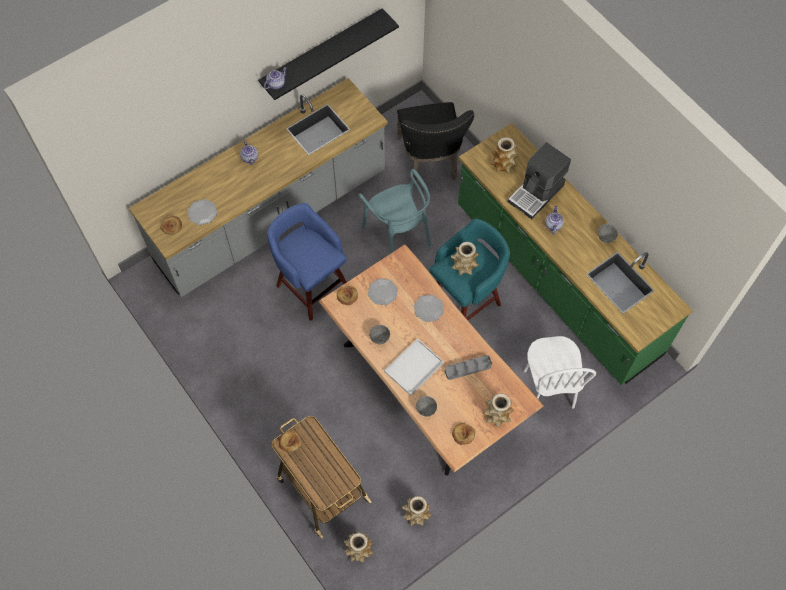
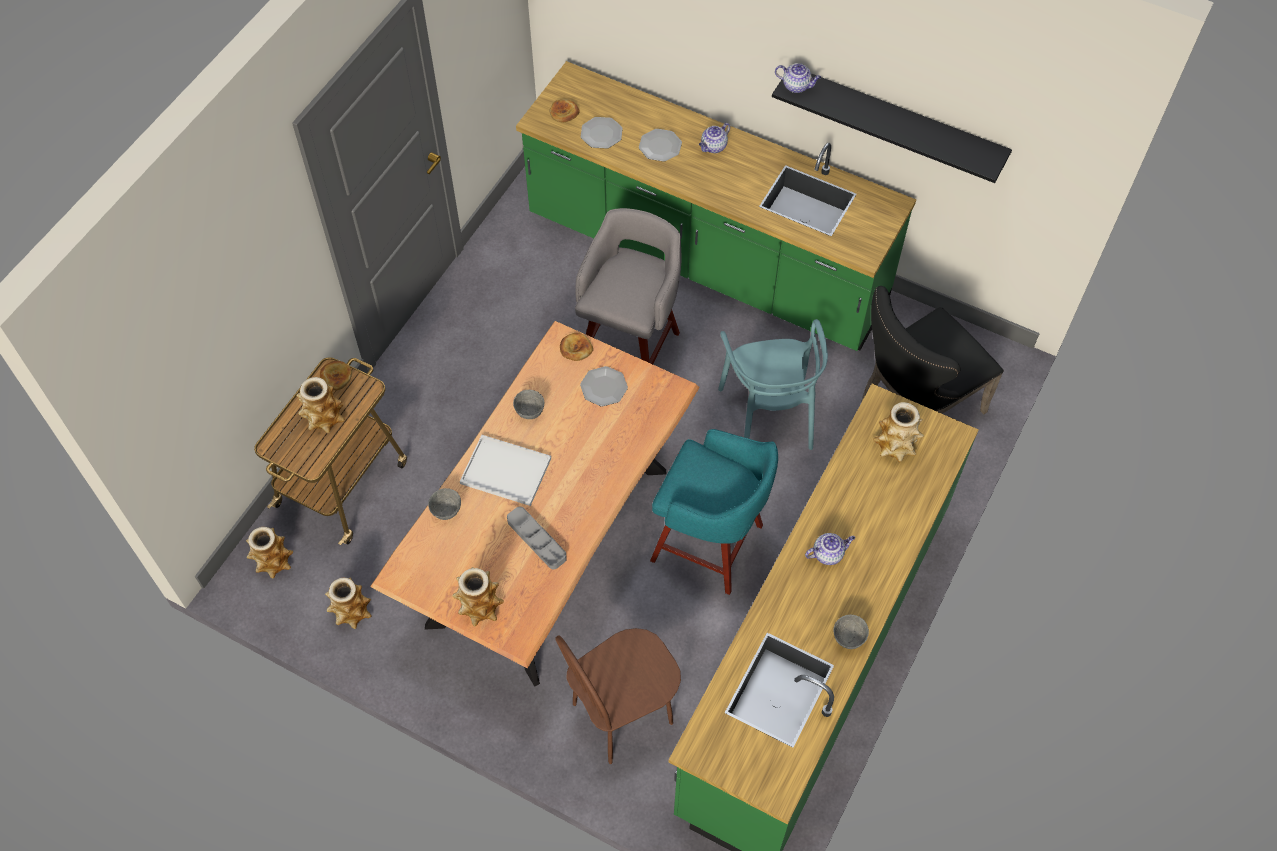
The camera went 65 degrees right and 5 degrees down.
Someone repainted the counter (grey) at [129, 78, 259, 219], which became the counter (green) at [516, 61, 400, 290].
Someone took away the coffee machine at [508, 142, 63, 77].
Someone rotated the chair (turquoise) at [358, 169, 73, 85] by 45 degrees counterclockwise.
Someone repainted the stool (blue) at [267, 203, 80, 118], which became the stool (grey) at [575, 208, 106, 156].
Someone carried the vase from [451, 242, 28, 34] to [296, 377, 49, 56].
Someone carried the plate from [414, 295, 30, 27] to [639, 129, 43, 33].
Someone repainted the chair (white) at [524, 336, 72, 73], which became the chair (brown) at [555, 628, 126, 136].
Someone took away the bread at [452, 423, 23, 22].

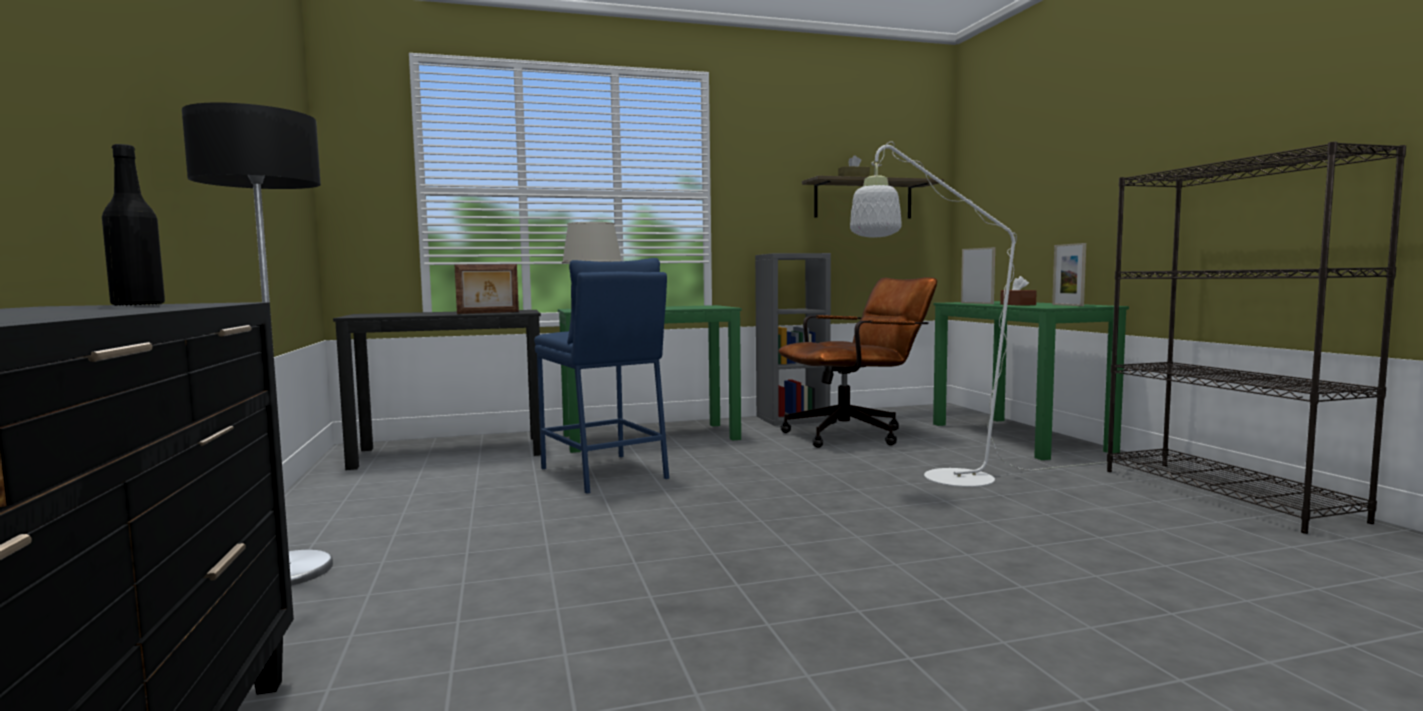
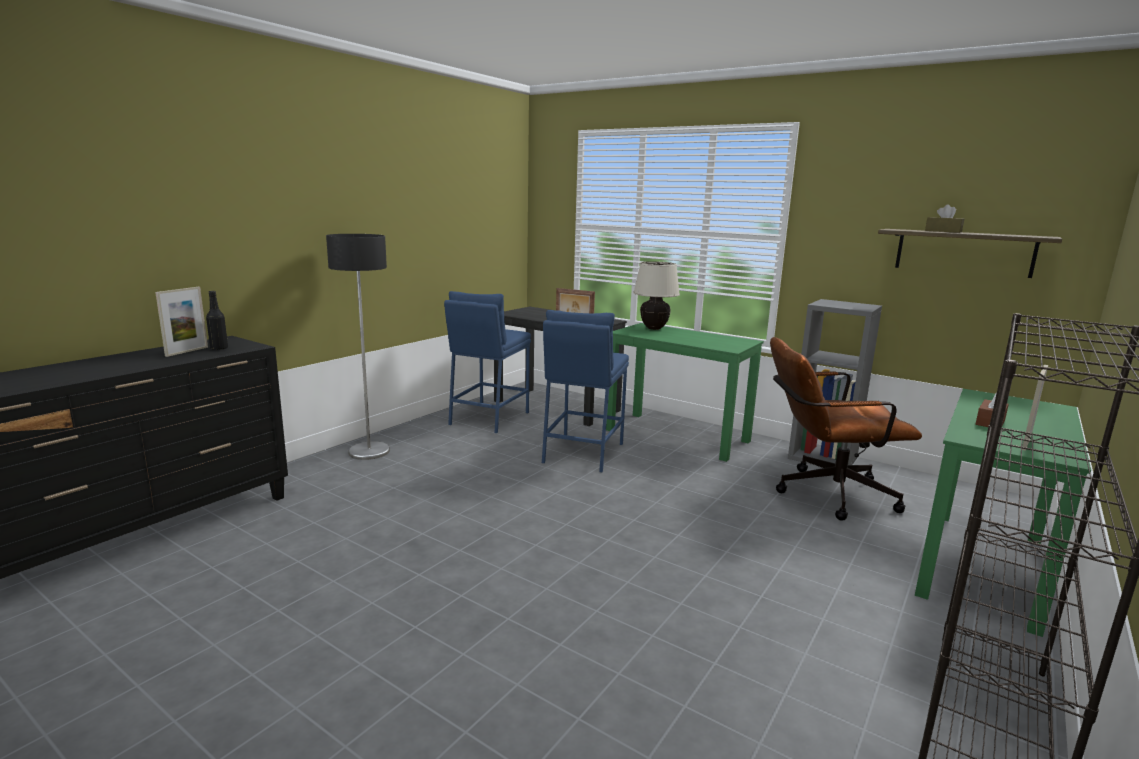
The camera went 50 degrees right and 10 degrees up.
Someone took away the floor lamp (white) at [850, 141, 257, 346].
Someone carried the picture frame from [961, 247, 34, 57] to [155, 287, 53, 70].
Someone rotated the office chair (brown) at [778, 277, 159, 171] by 150 degrees clockwise.
Someone put down the stool (blue) at [444, 291, 87, 142].

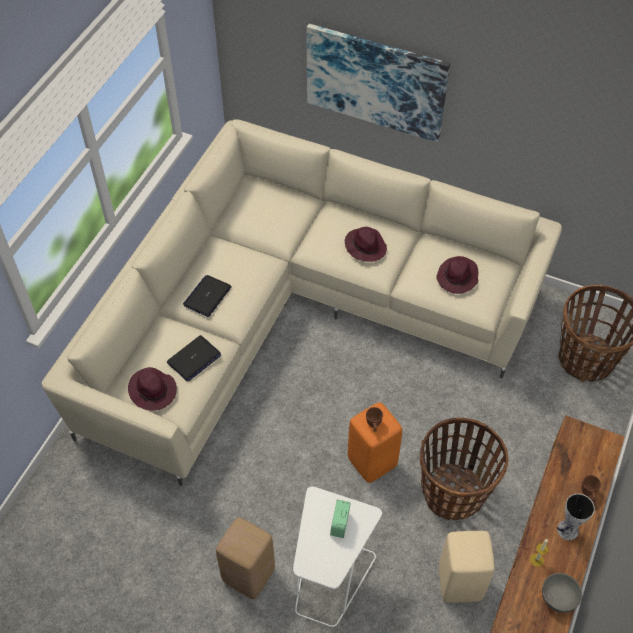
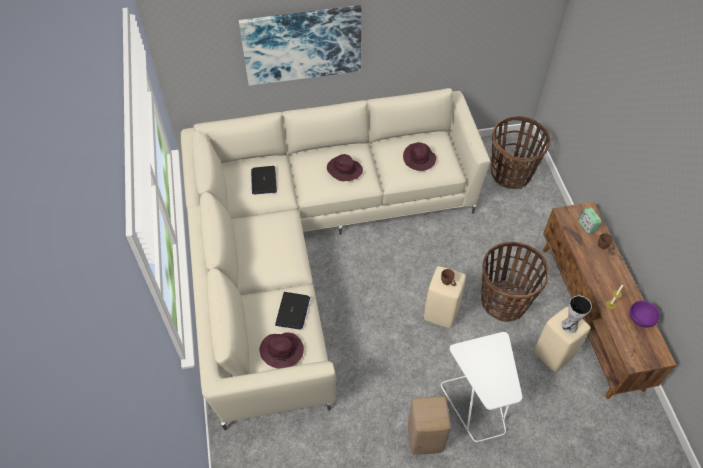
The camera went 35 degrees left and 0 degrees up.
Someone carried the laptop from [183, 275, 49, 42] to [251, 166, 26, 29].
Someone repainted the stool (orange) at [348, 402, 54, 81], which became the stool (beige) at [424, 266, 42, 62].
Someone carried the vase from [557, 494, 38, 47] to [562, 296, 30, 37].
Someone carried the alarm clock from [330, 500, 21, 38] to [578, 207, 24, 27].
Someone repainted the bowl (grey) at [542, 573, 40, 40], which became the bowl (purple) at [630, 301, 30, 27].

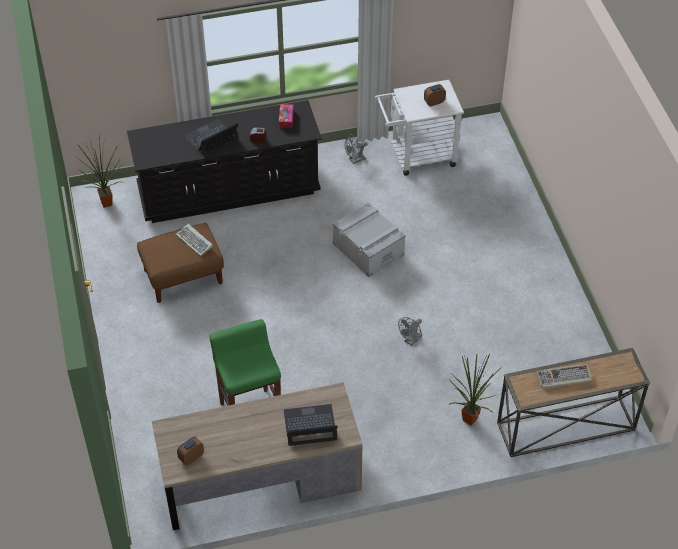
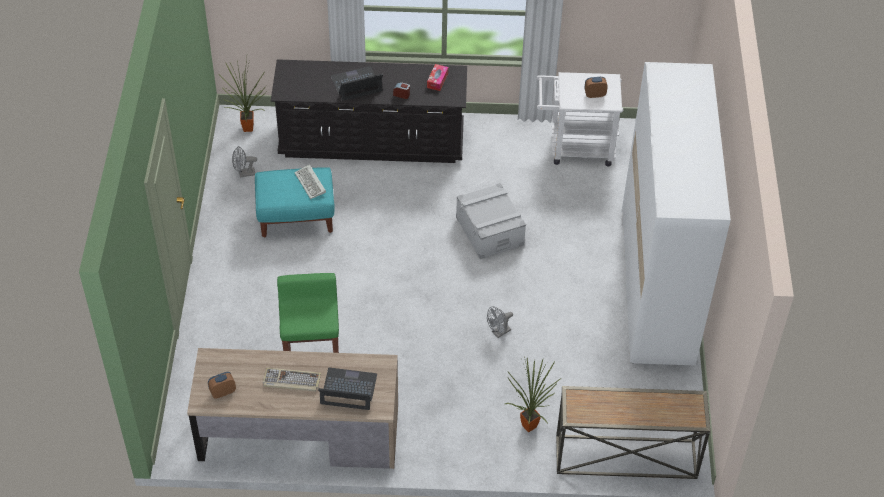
The camera went 15 degrees right and 0 degrees up.
Someone carried the fan (grey) from [345, 134, 23, 30] to [232, 146, 25, 31].
Someone repainted the ottoman (brown) at [137, 223, 87, 80], which became the ottoman (turquoise) at [255, 167, 80, 70].
Someone carried the keyboard from [536, 364, 56, 25] to [263, 368, 58, 24].
Someone put down the wardrobe (white) at [622, 62, 109, 304].

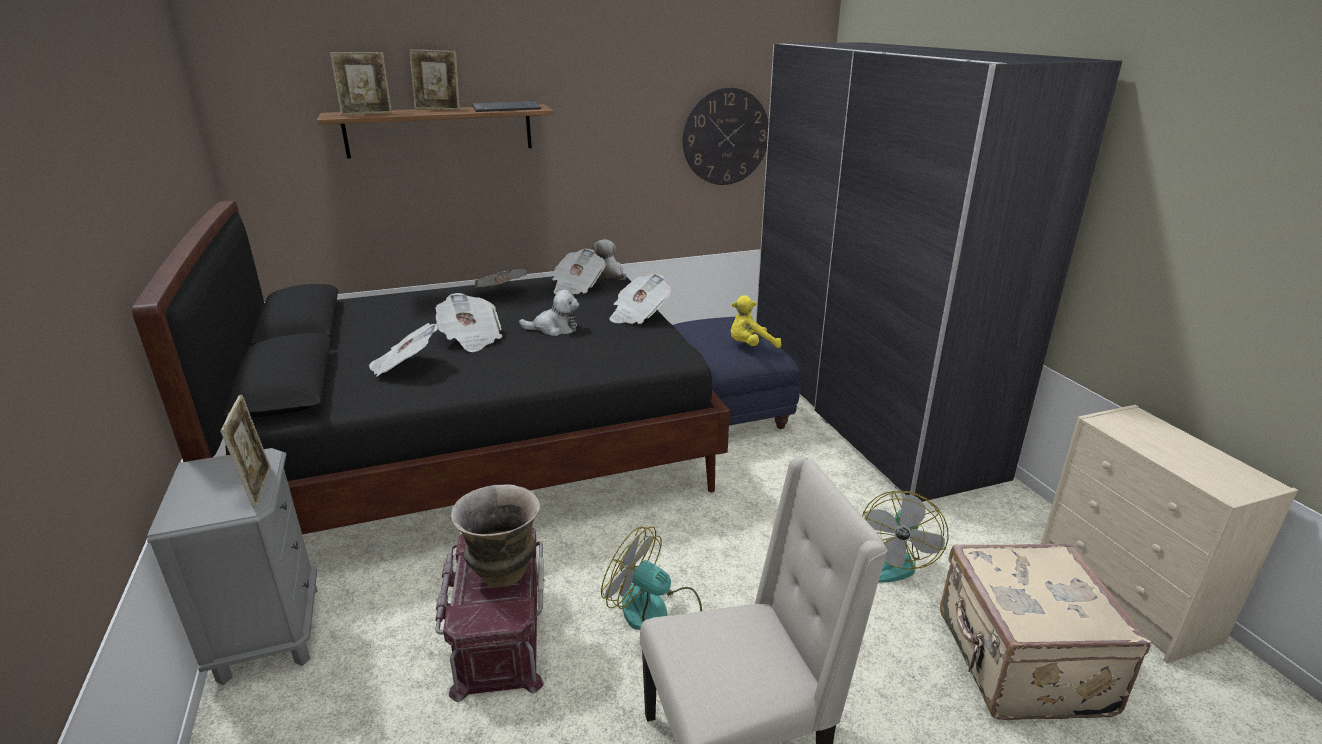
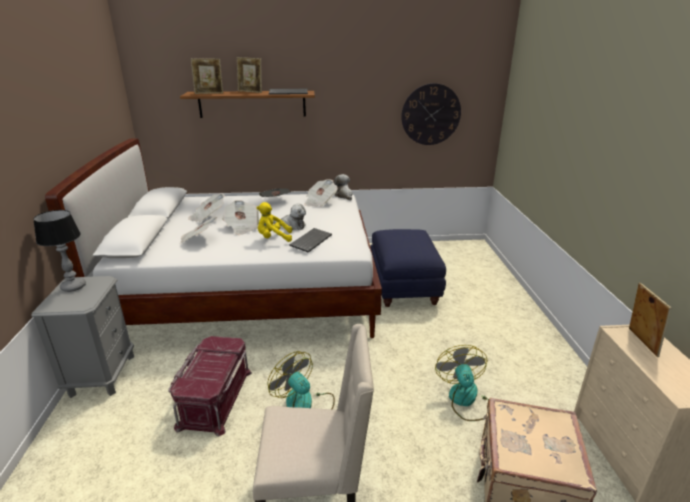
The camera went 15 degrees right and 0 degrees up.
Someone took away the wardrobe (grey) at [756, 42, 366, 460].
Someone repainted the bed (black) at [132, 201, 598, 333], which became the bed (white) at [45, 139, 337, 199].
Someone carried the newspaper from [609, 274, 62, 50] to [188, 194, 37, 28].
Someone carried the plush toy (yellow) from [731, 295, 50, 53] to [256, 202, 36, 40].
Someone carried the picture frame from [220, 394, 51, 114] to [629, 283, 42, 74].
Someone took away the vase at [451, 484, 89, 104].
Someone rotated the fan at [862, 491, 87, 91] by 135 degrees clockwise.
Someone put down the table lamp at [33, 210, 53, 82].
Someone put down the keyboard at [290, 228, 42, 25].

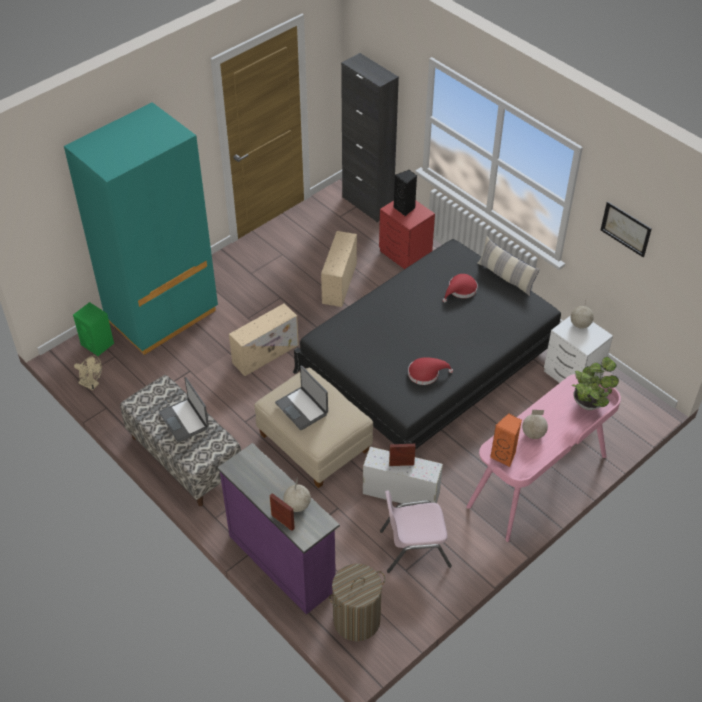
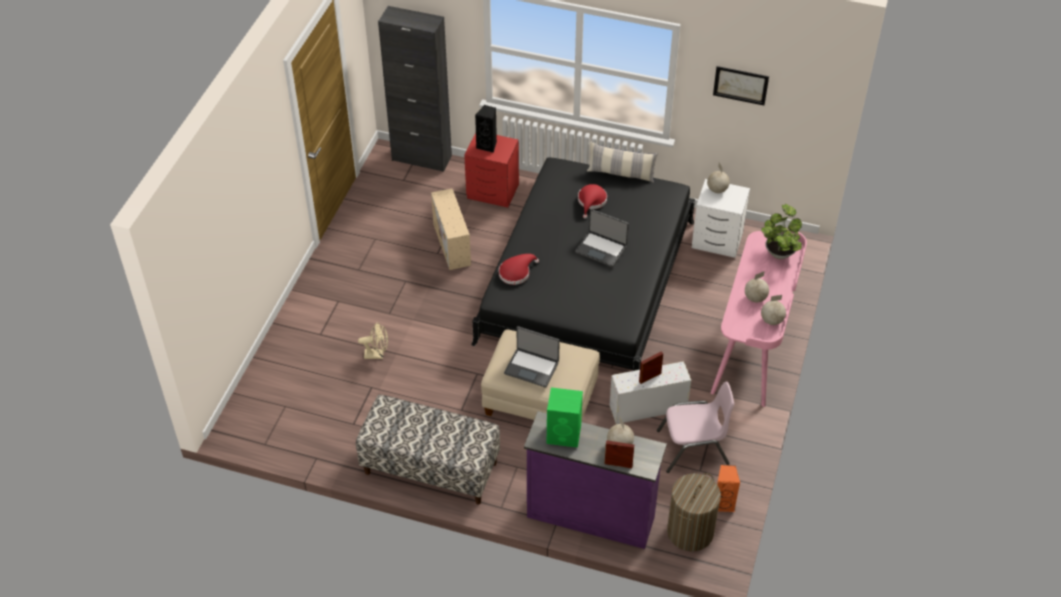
The camera went 30 degrees left and 0 degrees up.
Someone took away the wardrobe (turquoise) at [64, 102, 154, 253].
Someone carried the speaker (green) from [73, 302, 41, 54] to [547, 387, 36, 61].
Someone took away the storage box (beige) at [229, 303, 70, 73].
Someone carried the fan (beige) from [74, 356, 28, 34] to [358, 322, 30, 37].
Someone carried the hat (red) from [408, 357, 45, 28] to [499, 254, 40, 31].
Someone carried the laptop from [159, 377, 50, 65] to [575, 209, 54, 58].
Someone carried the speaker (orange) from [490, 413, 32, 54] to [717, 465, 23, 47].
Someone rotated the chair (pink) at [380, 490, 72, 83] by 150 degrees counterclockwise.
Someone put down the globe at [761, 295, 25, 30].

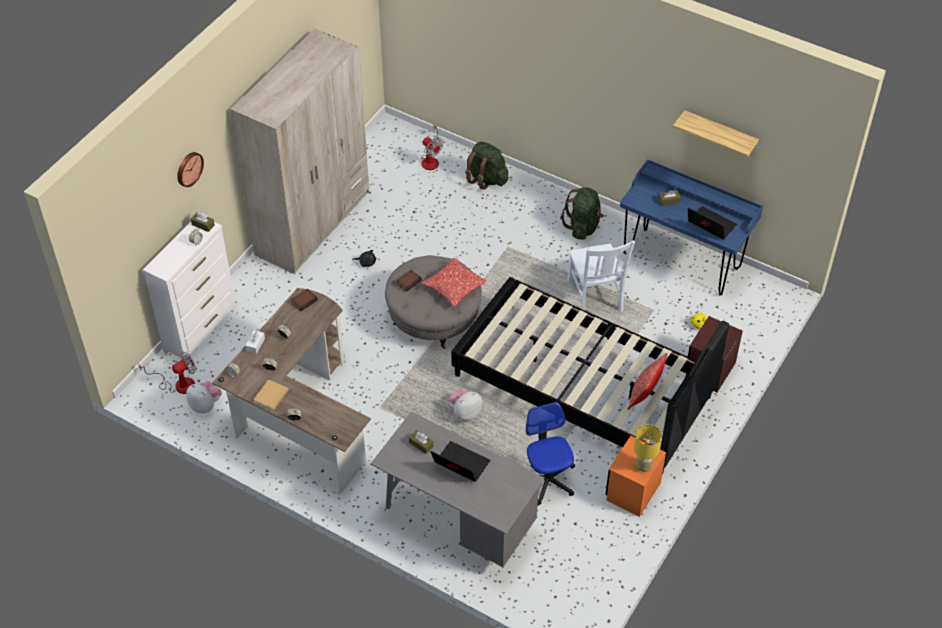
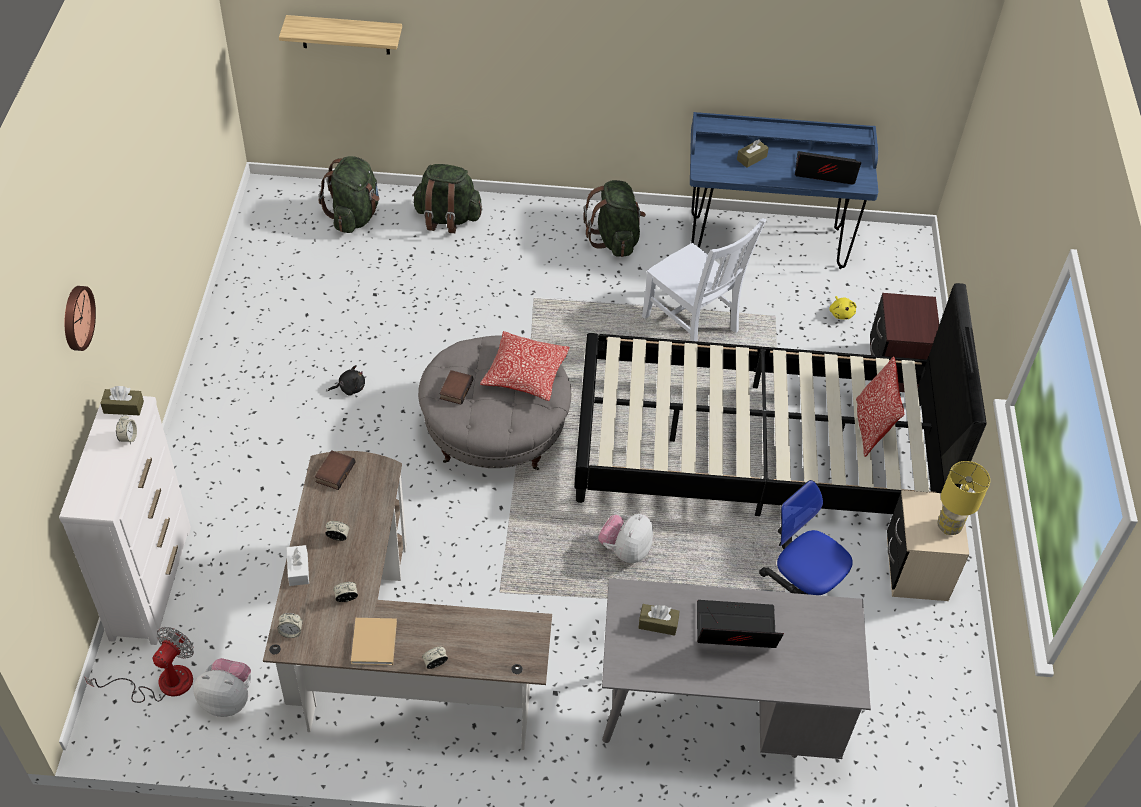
The camera went 30 degrees left and 0 degrees up.
Someone took away the wardrobe (beige) at [230, 28, 139, 246].
Someone carried the shelf from [673, 110, 86, 47] to [279, 15, 123, 40].
Someone swapped the fan at [421, 123, 22, 47] for the backpack (green) at [318, 156, 62, 77].
Someone repainted the nightstand (orange) at [605, 436, 61, 81], which became the nightstand (beige) at [887, 490, 82, 111].

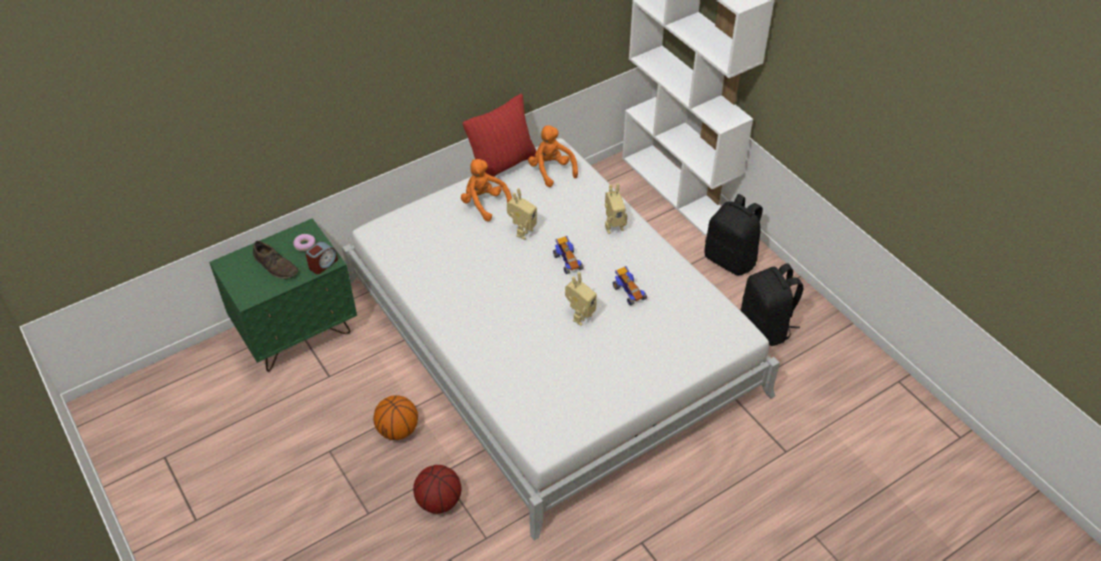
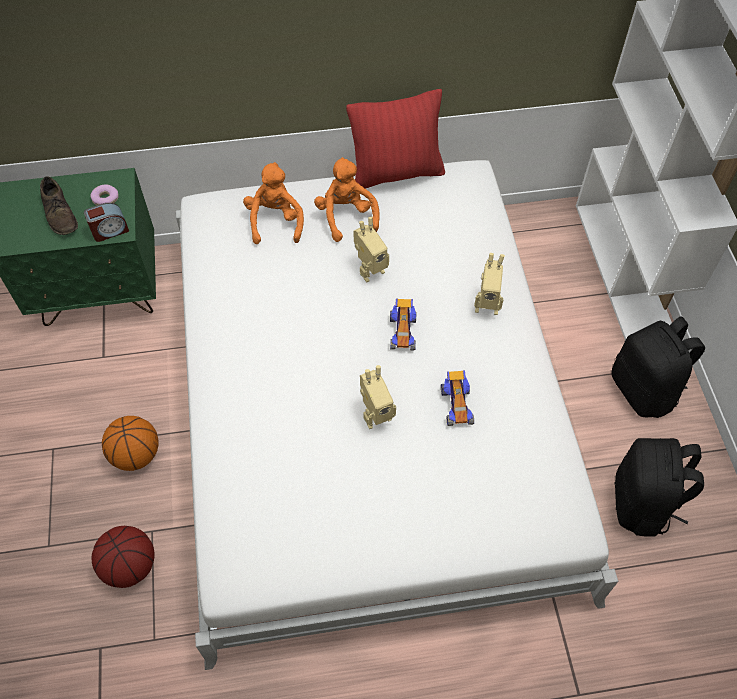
The camera went 25 degrees right and 10 degrees up.
Someone carried the plush toy (orange) from [528, 125, 50, 62] to [243, 162, 61, 82].

